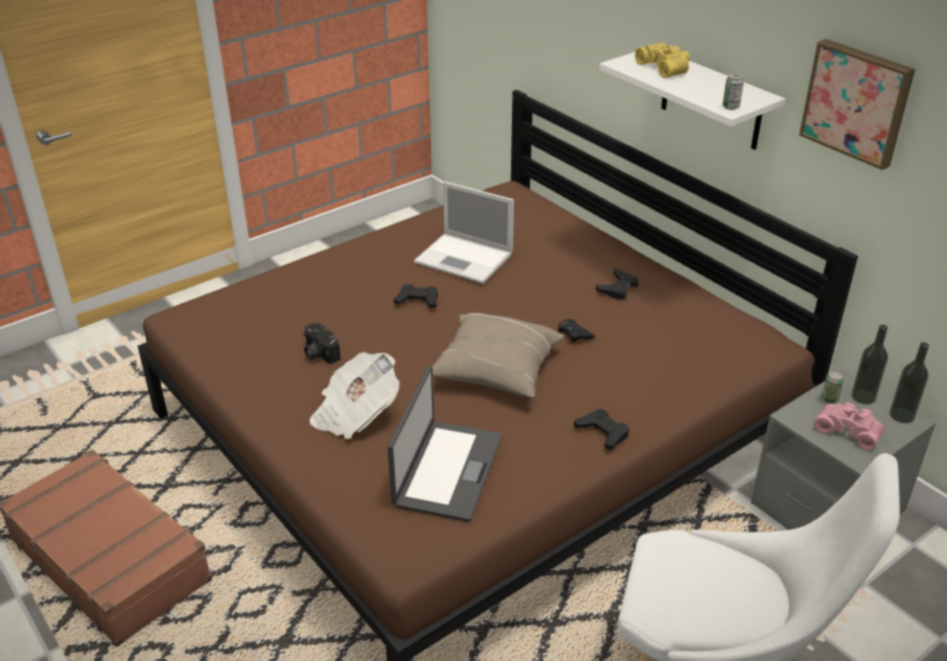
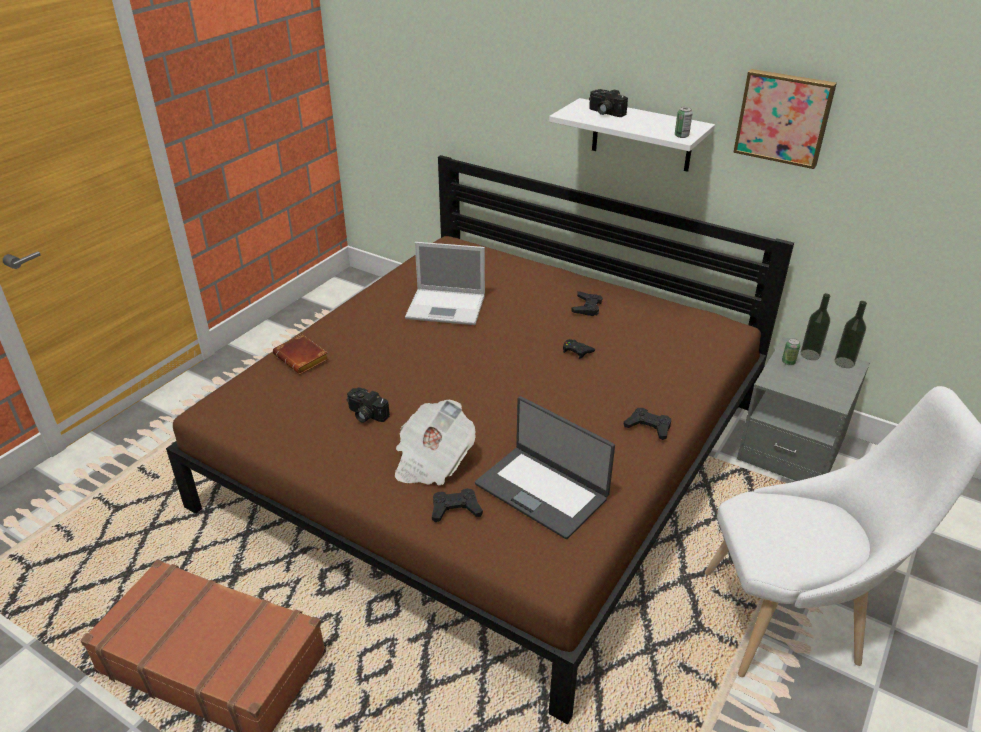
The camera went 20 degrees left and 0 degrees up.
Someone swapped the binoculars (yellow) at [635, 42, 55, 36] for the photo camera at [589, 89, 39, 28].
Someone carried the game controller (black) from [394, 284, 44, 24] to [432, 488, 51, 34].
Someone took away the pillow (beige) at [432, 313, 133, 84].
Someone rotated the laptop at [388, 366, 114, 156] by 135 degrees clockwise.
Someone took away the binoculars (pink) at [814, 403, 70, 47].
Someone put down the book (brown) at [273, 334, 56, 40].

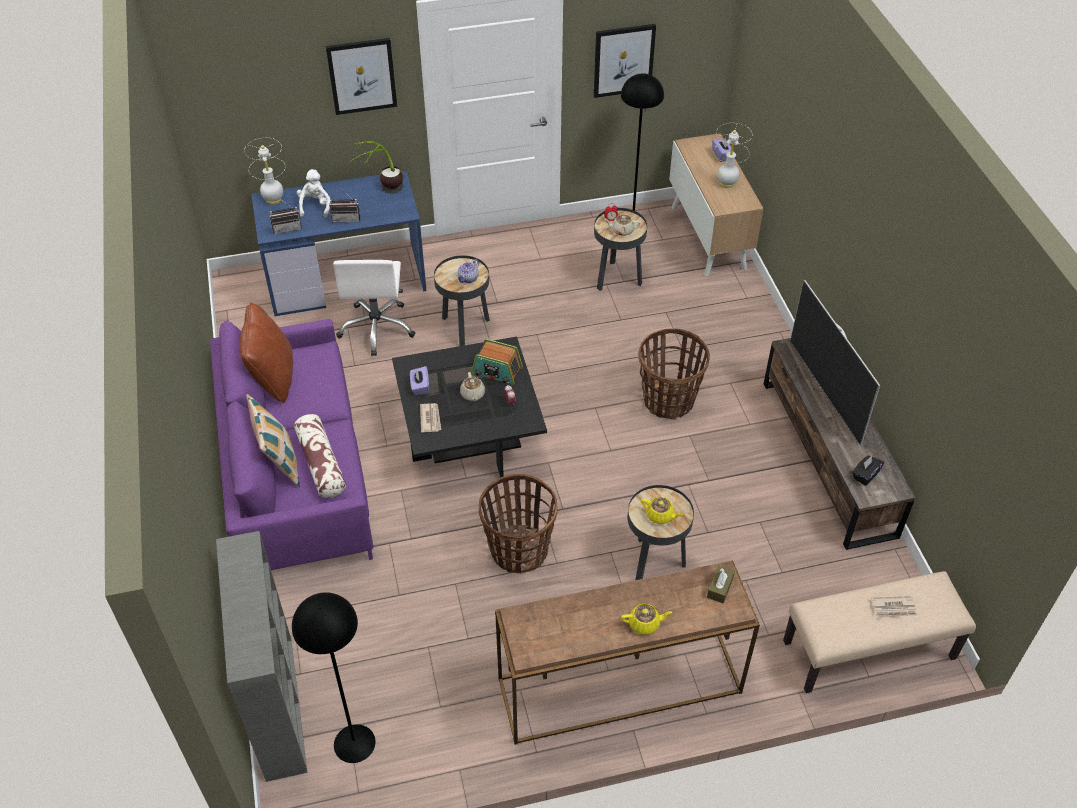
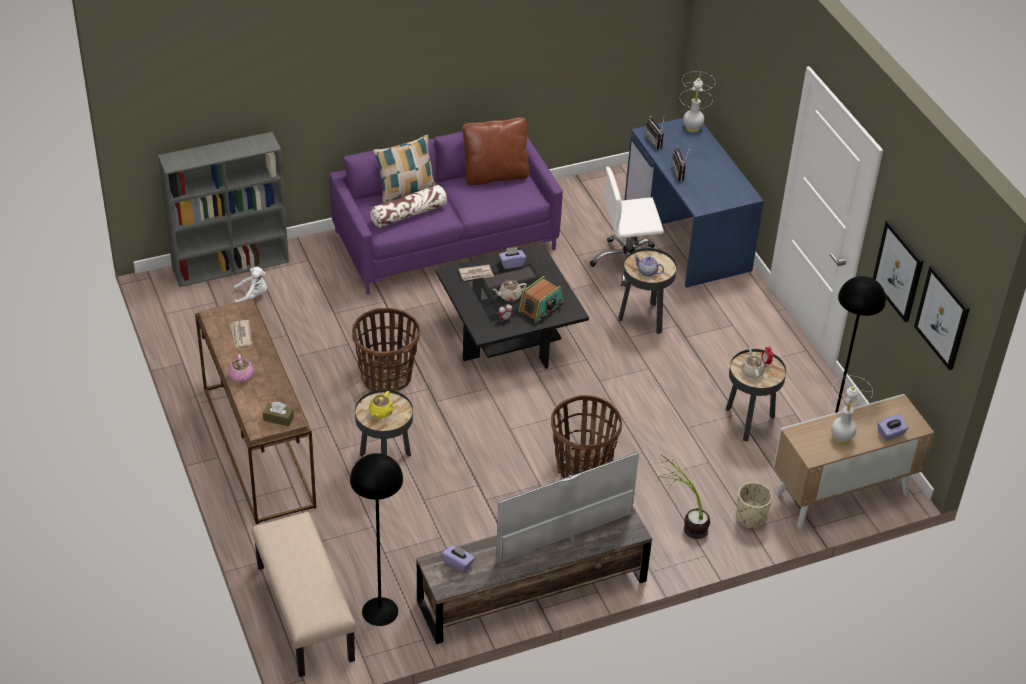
The camera went 80 degrees right and 5 degrees down.
Someone carried the picture from [326, 38, 71, 77] to [914, 265, 56, 105].
Someone carried the potted plant from [348, 141, 56, 52] to [656, 454, 54, 85].
Someone carried the plush toy (white) from [297, 169, 33, 49] to [234, 267, 33, 35].
Someone rotated the radio at [471, 339, 52, 46] by 150 degrees counterclockwise.
Someone repainted the tissue box (black) at [852, 455, 32, 31], which became the tissue box (purple) at [442, 545, 33, 28].
Someone carried the floor lamp (black) from [292, 592, 83, 171] to [350, 453, 53, 173].
Someone carried the newspaper from [871, 596, 46, 22] to [230, 320, 22, 28].
Someone repainted the teapot (yellow) at [621, 604, 51, 31], which became the teapot (pink) at [229, 354, 25, 28].
Someone put down the planter (beige) at [736, 482, 37, 47].

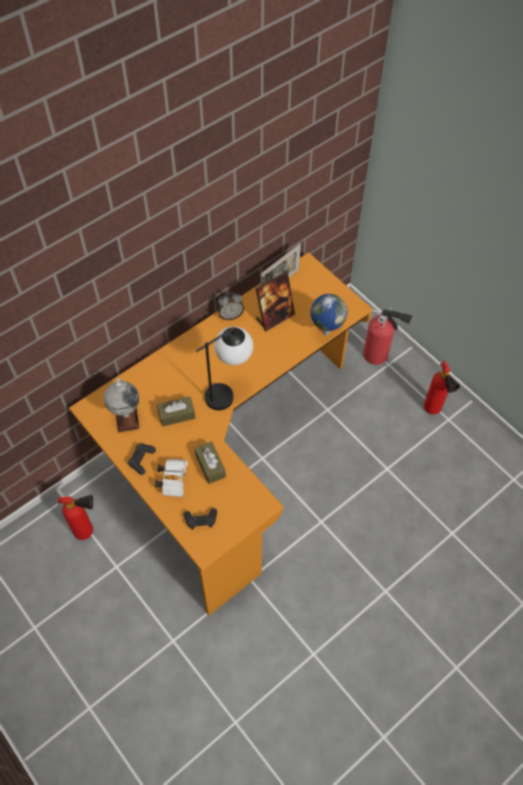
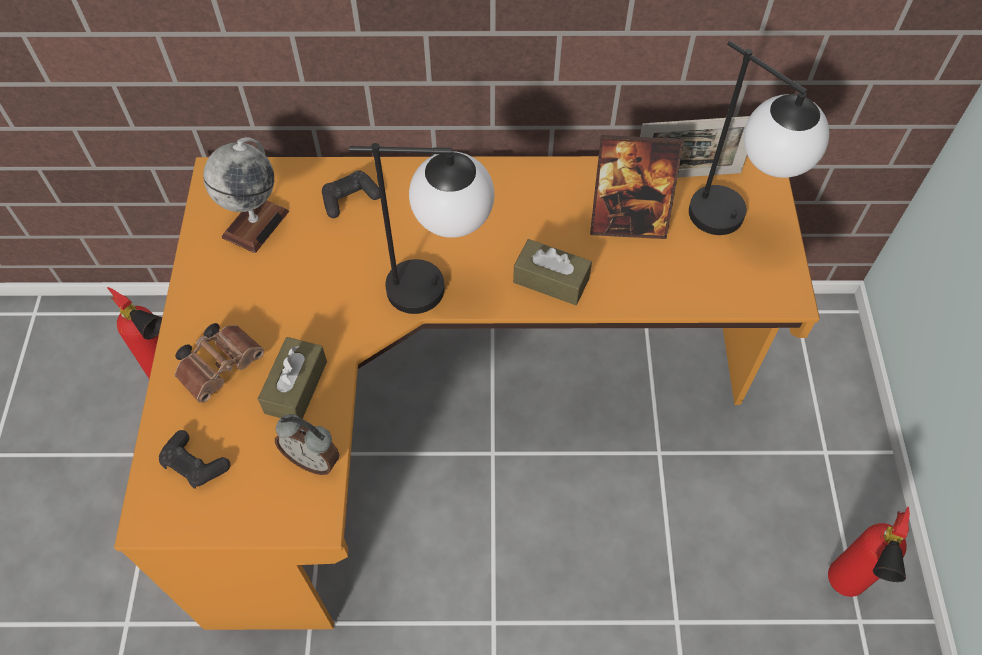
The camera went 40 degrees right and 0 degrees up.
Someone carried the alarm clock from [217, 292, 27, 28] to [275, 414, 64, 61].
Someone took away the globe at [310, 294, 38, 42].
Someone took away the fire extinguisher at [363, 307, 50, 58].
Someone carried the tissue box (brown) from [157, 396, 38, 31] to [513, 239, 79, 66].
Someone carried the game controller (black) from [128, 444, 28, 31] to [322, 170, 58, 48].
Someone repainted the binoculars (white) at [155, 459, 33, 38], which became the binoculars (brown) at [175, 323, 89, 80].
Someone put down the table lamp at [689, 41, 140, 194].

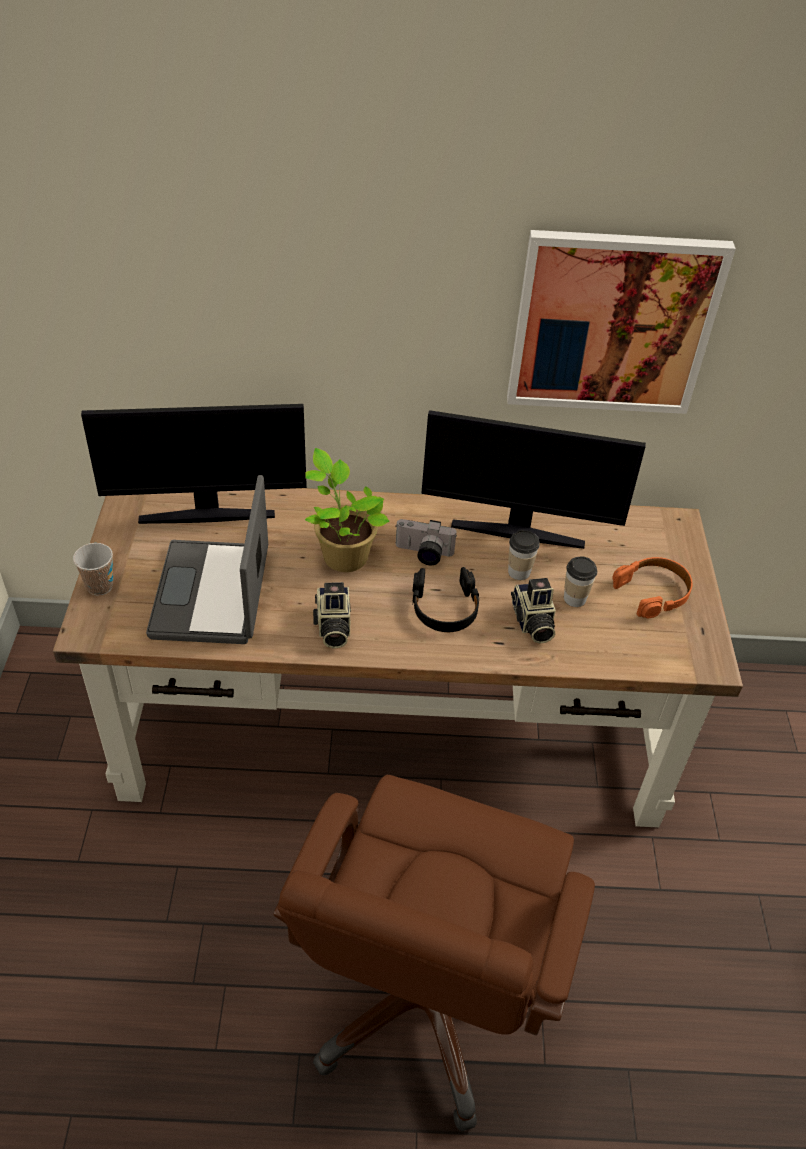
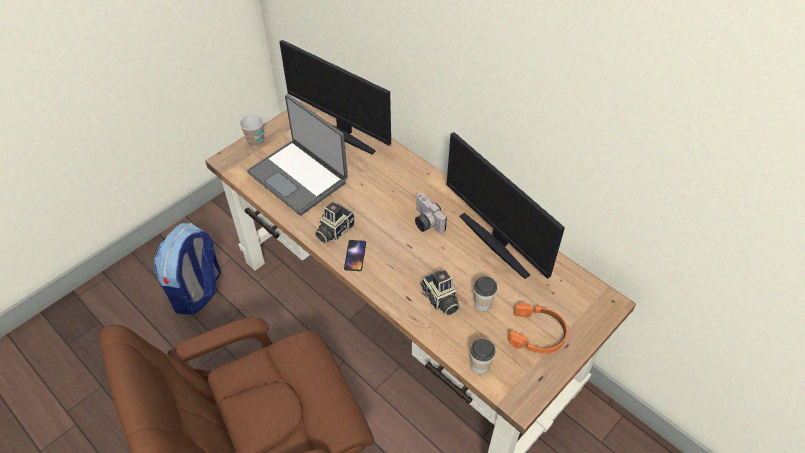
The camera went 45 degrees right and 5 degrees up.
Someone took away the picture at [507, 230, 229, 184].
Someone took away the potted plant at [305, 448, 85, 124].
Someone rotated the laptop at [146, 475, 122, 169] by 90 degrees counterclockwise.
Someone carried the cup from [508, 530, 32, 50] to [470, 339, 25, 35].
Someone took away the headphones (black) at [413, 567, 66, 65].
Someone rotated the photo camera at [511, 578, 45, 65] by 60 degrees counterclockwise.
Someone put down the backpack at [154, 223, 67, 91].
Someone put down the phone at [344, 240, 22, 31].

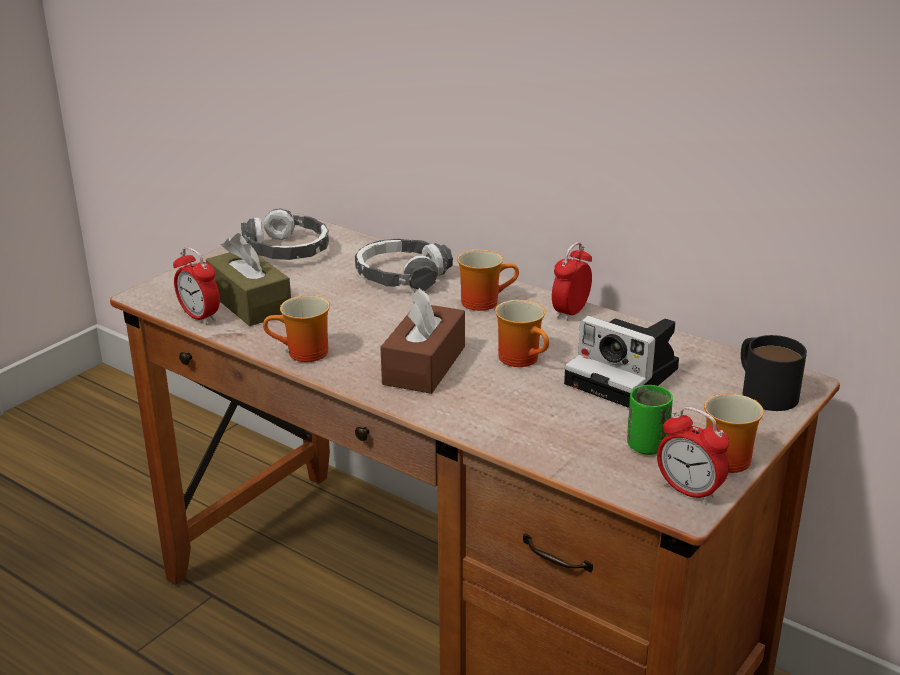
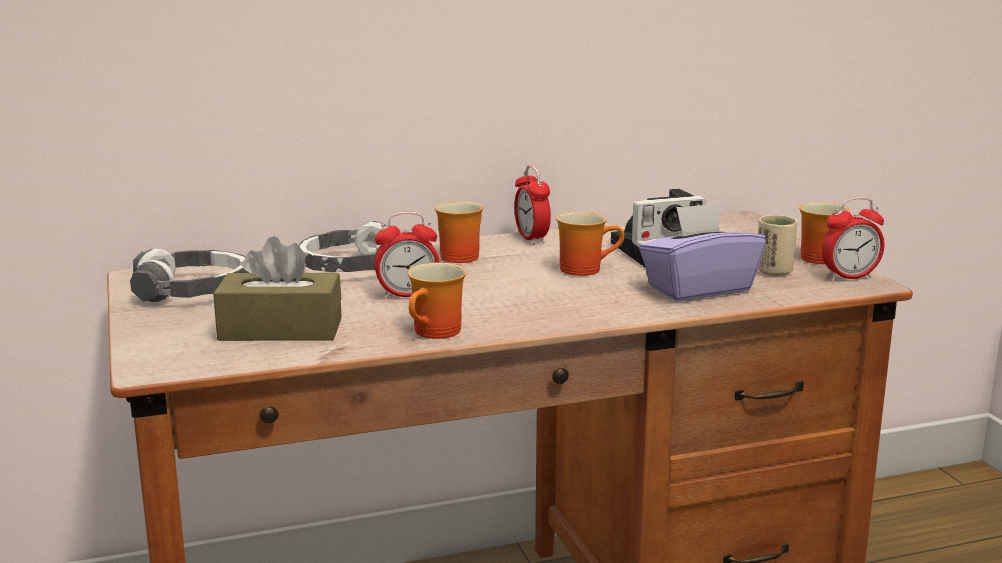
The camera went 55 degrees left and 10 degrees down.
Someone carried the alarm clock from [173, 247, 47, 77] to [374, 212, 66, 87].
Someone took away the tissue box (brown) at [380, 288, 85, 106].
Someone took away the mug (black) at [741, 335, 66, 76].
Someone repainted the cup (green) at [627, 385, 46, 70], which became the cup (beige) at [758, 215, 39, 61].
Someone put down the tissue box (purple) at [639, 202, 127, 99].

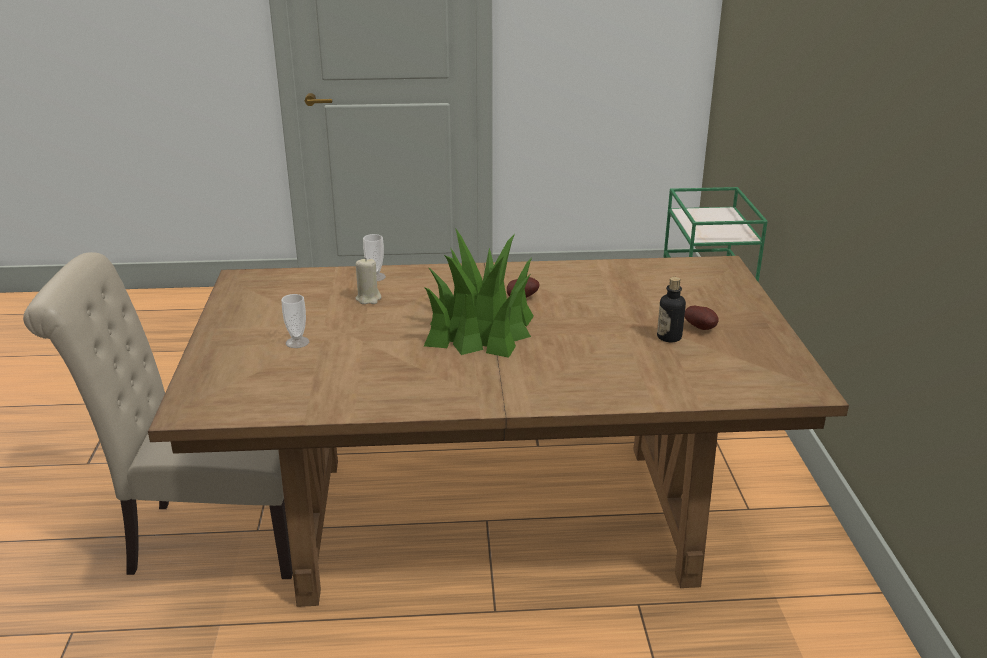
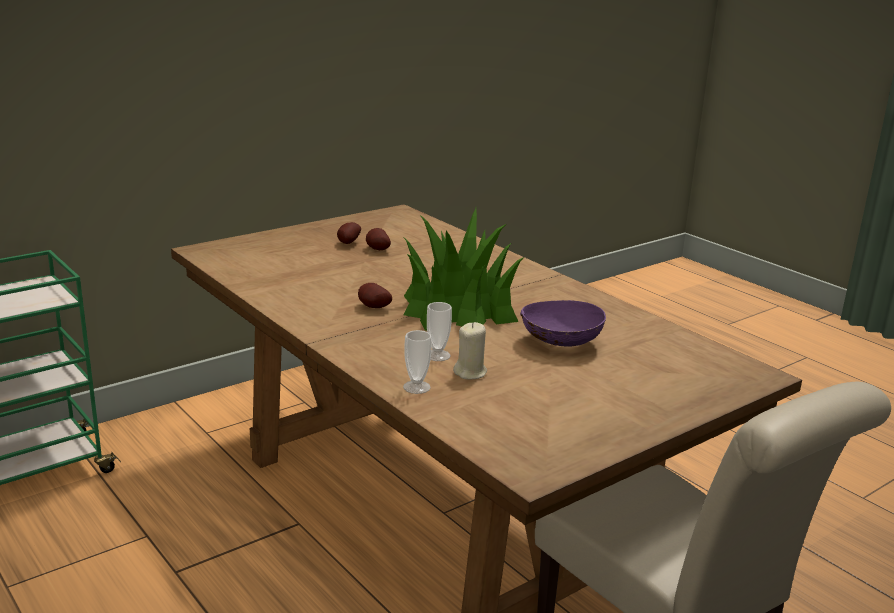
The camera went 125 degrees left and 5 degrees down.
Someone swapped the bottle at [657, 277, 29, 65] for the potato at [366, 228, 25, 22].
Someone carried the cup from [281, 294, 28, 54] to [427, 302, 25, 59].
Someone put down the bowl (purple) at [520, 300, 86, 46].

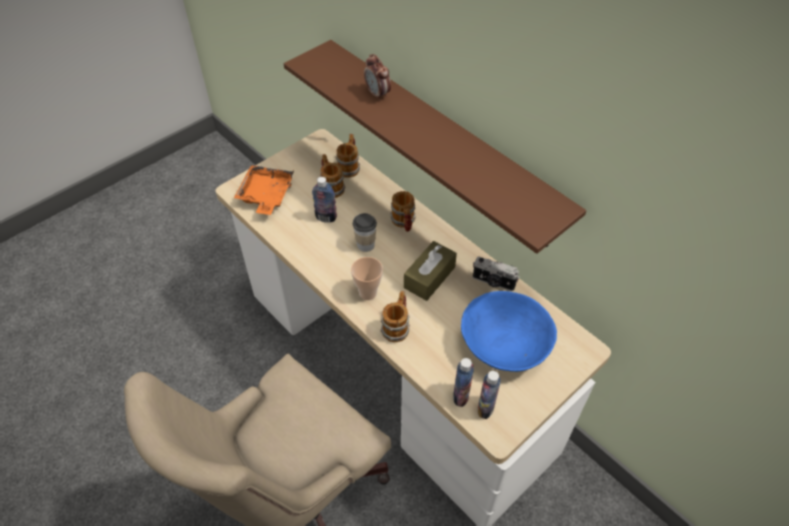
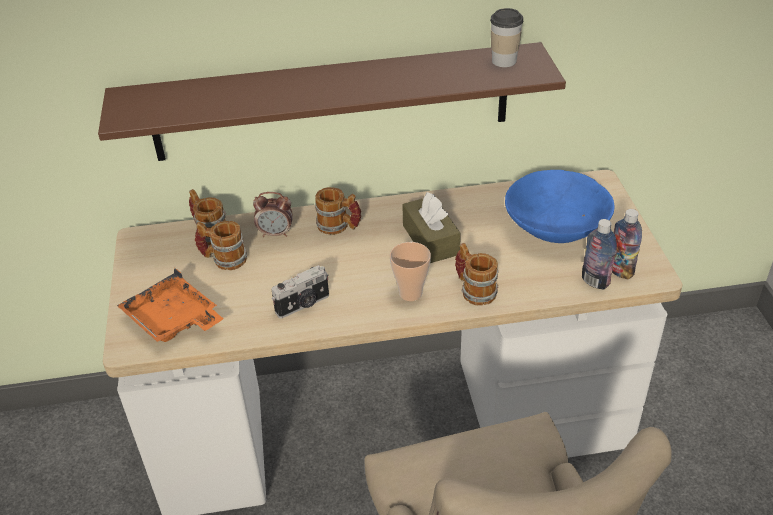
The camera went 55 degrees left and 10 degrees down.
Someone carried the alarm clock from [364, 54, 27, 47] to [253, 192, 39, 45].
Someone took away the bottle at [312, 177, 25, 46].
Someone carried the cup from [353, 213, 24, 39] to [490, 8, 33, 59].
Someone carried the photo camera from [473, 257, 47, 34] to [271, 265, 58, 53].

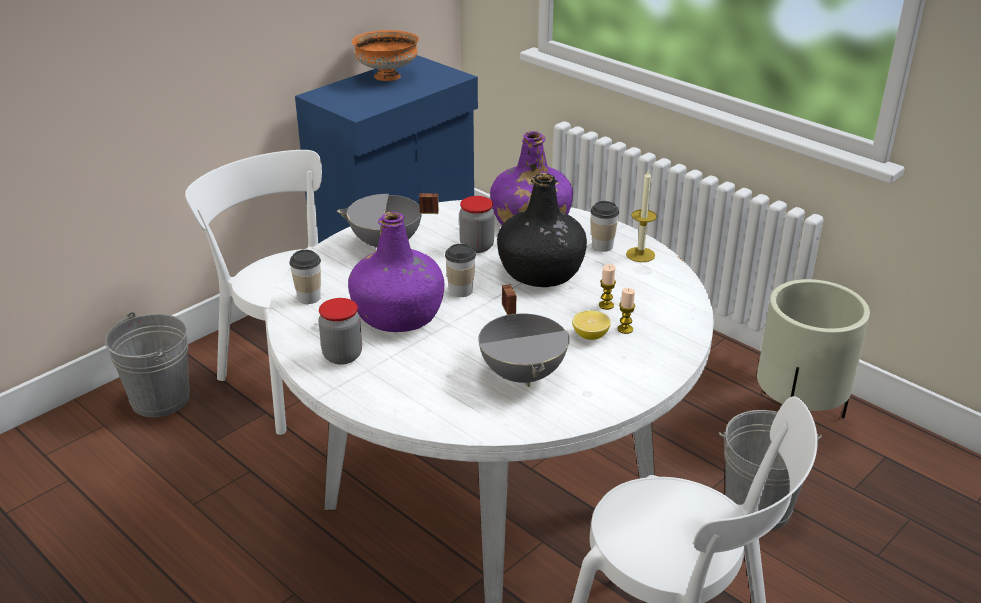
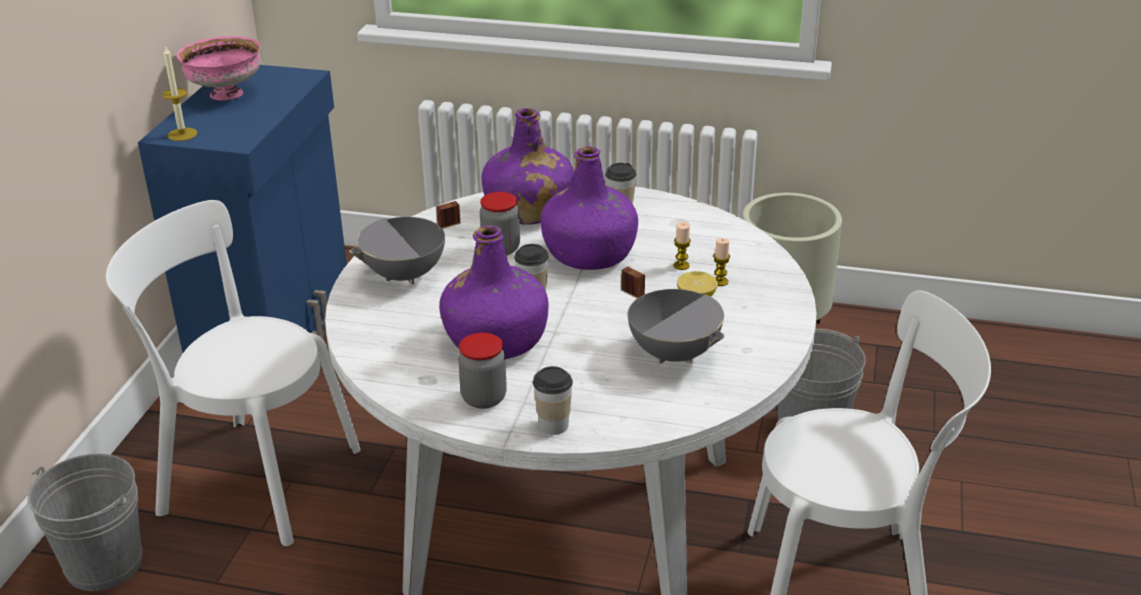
The camera went 30 degrees left and 0 degrees up.
Someone repainted the bowl (orange) at [352, 30, 67, 51], which became the bowl (pink) at [177, 36, 83, 65].
Someone carried the candle from [626, 170, 31, 92] to [162, 45, 35, 96].
Someone repainted the bottle (black) at [497, 173, 90, 114], which became the bottle (purple) at [540, 146, 98, 124].
Someone carried the cup from [289, 250, 32, 54] to [533, 366, 40, 69].

